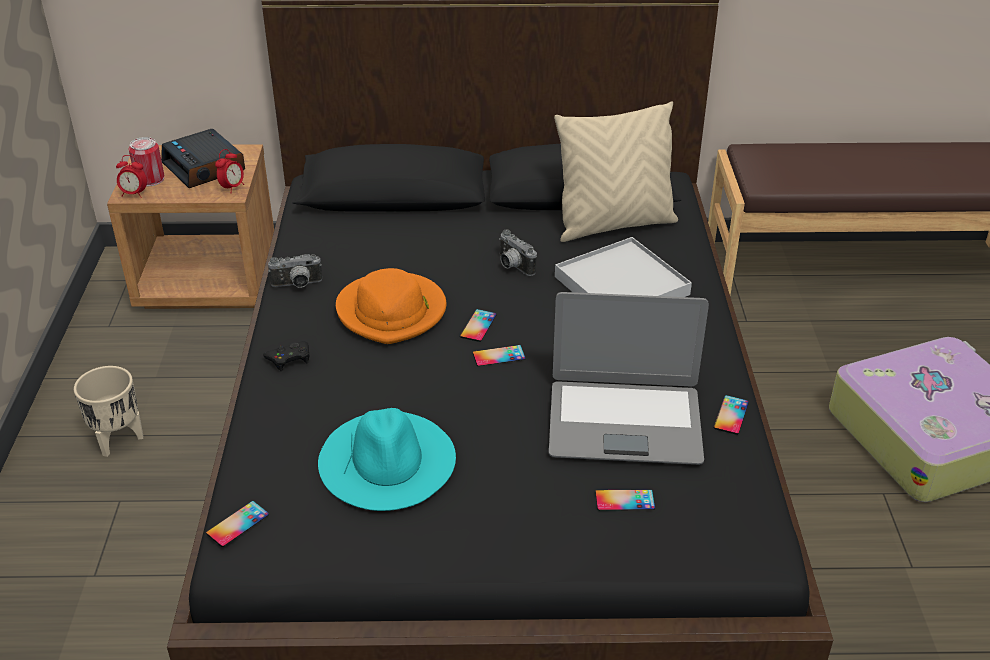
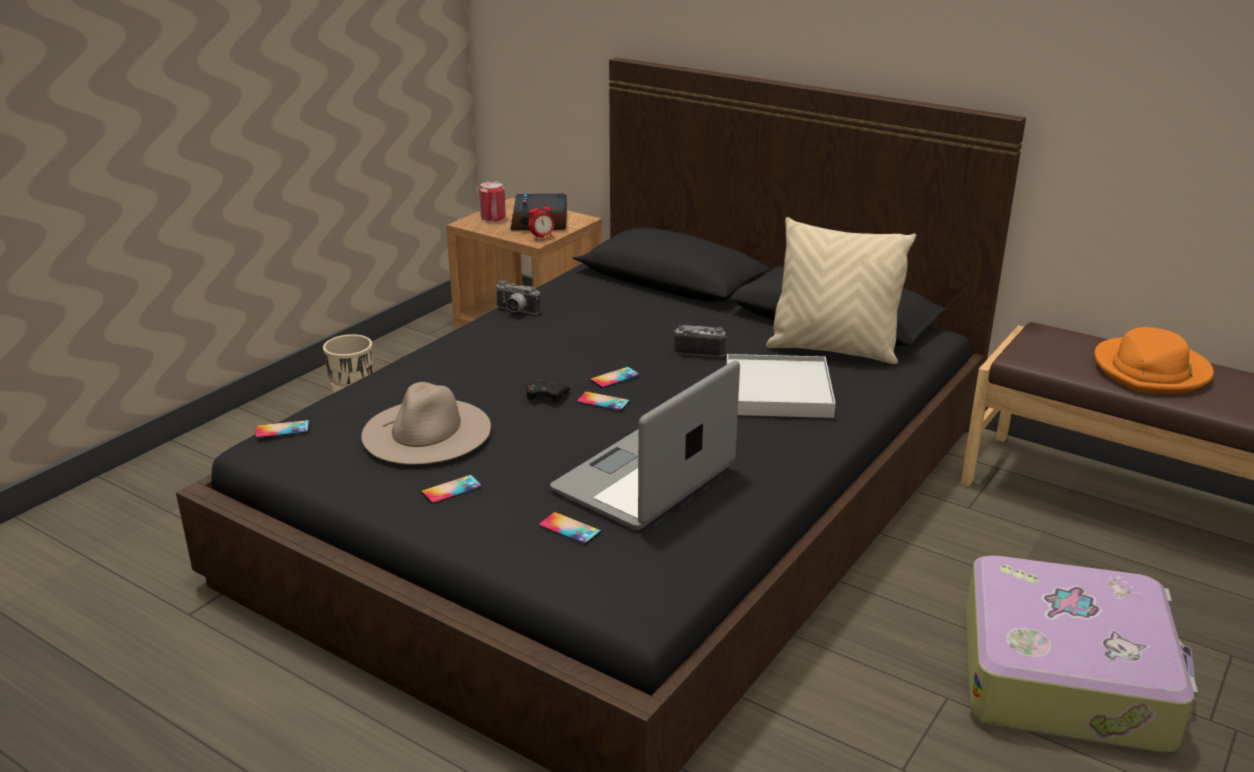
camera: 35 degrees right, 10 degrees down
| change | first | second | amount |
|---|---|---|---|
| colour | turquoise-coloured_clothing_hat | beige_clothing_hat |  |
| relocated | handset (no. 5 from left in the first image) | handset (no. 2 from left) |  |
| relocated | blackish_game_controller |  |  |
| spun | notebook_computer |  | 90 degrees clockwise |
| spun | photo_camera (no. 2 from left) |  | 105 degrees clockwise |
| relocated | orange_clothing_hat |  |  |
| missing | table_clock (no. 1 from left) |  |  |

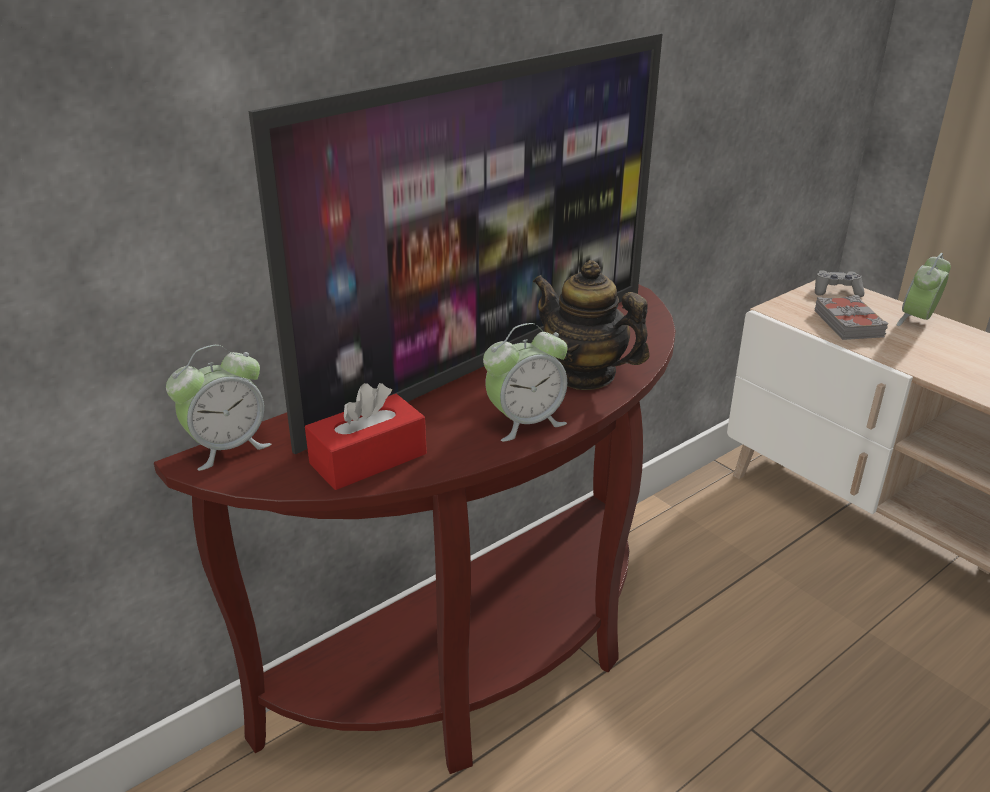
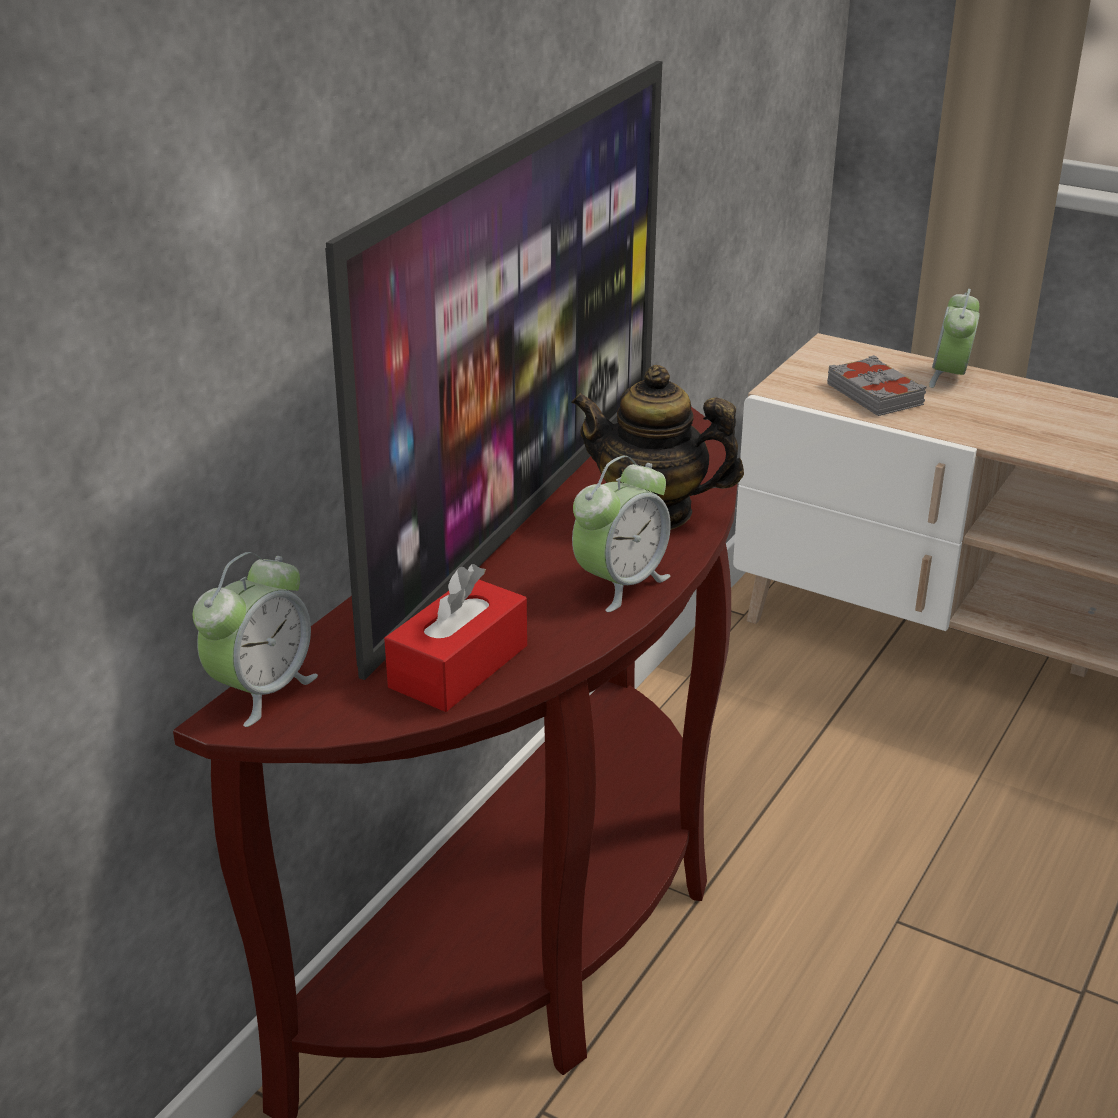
camera: 20 degrees left, 0 degrees up
| change | first | second | amount |
|---|---|---|---|
| missing | grey_game_controller |  |  |

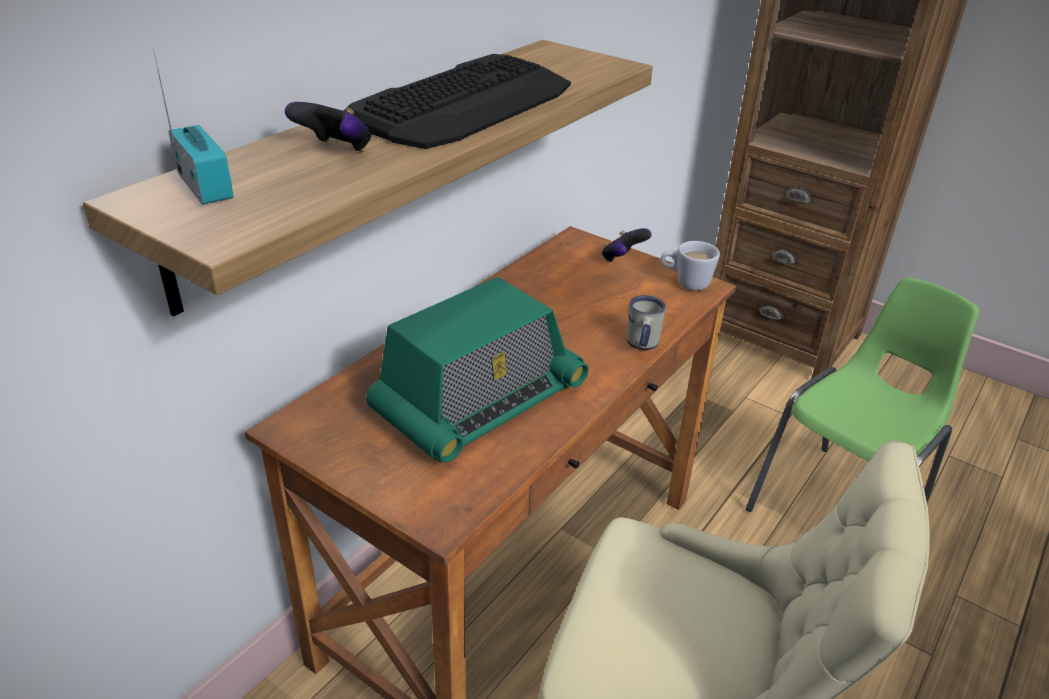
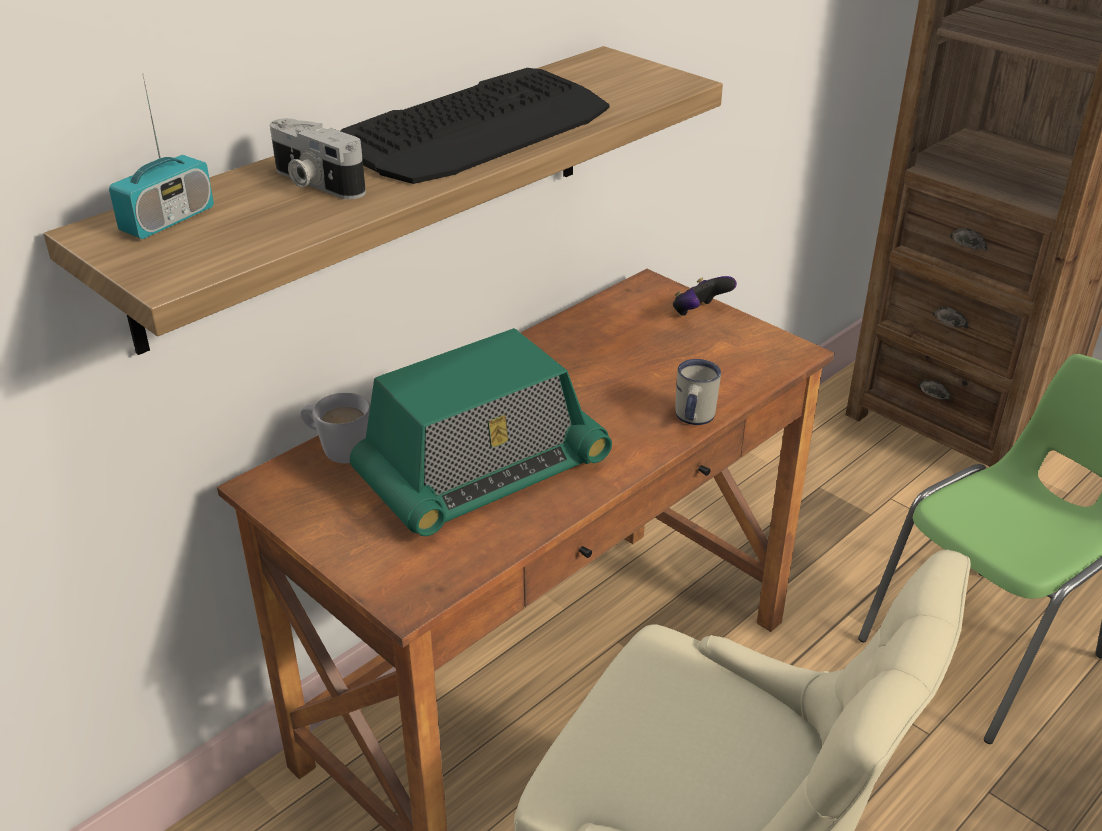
camera: 10 degrees right, 0 degrees up
| change | first | second | amount |
|---|---|---|---|
| spun | radio_receiver (no. 1 from left) |  | 60 degrees clockwise |
| exchanged | game_controller (no. 1 from left) | photo_camera |  |
| relocated | whitish_tea_mug (no. 2 from left in the first image) | whitish_tea_mug (no. 1 from left) |  |

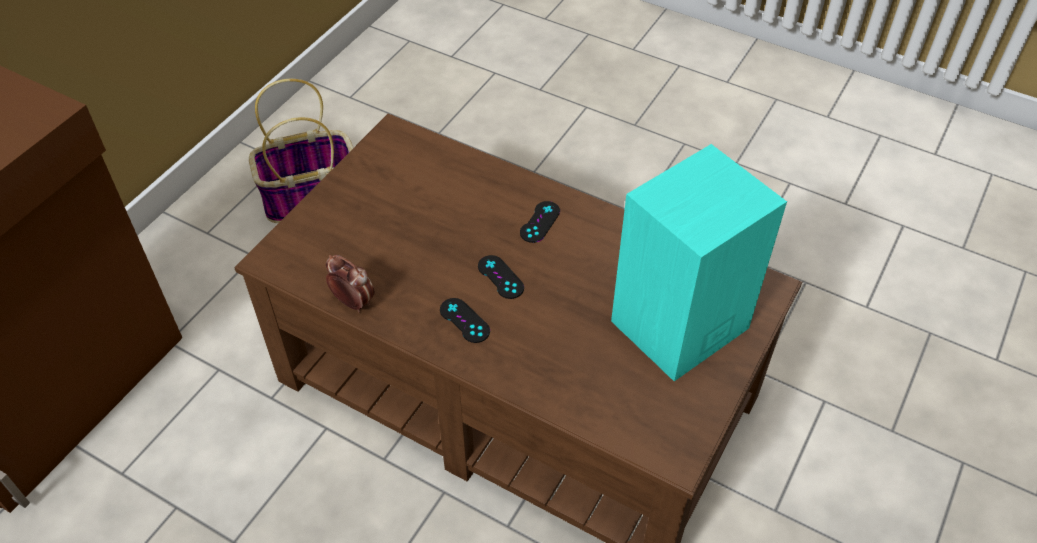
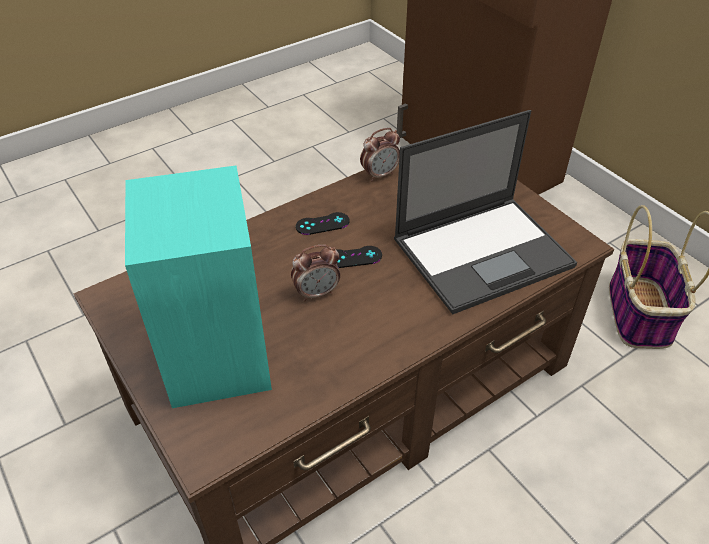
camera: 115 degrees right, 5 degrees down
| change | first | second | amount |
|---|---|---|---|
| appeared |  | table_clock (no. 1 from left) |  |
| appeared |  | notebook_computer |  |
| missing | blackish_game_controller (no. 3 from left) |  |  |

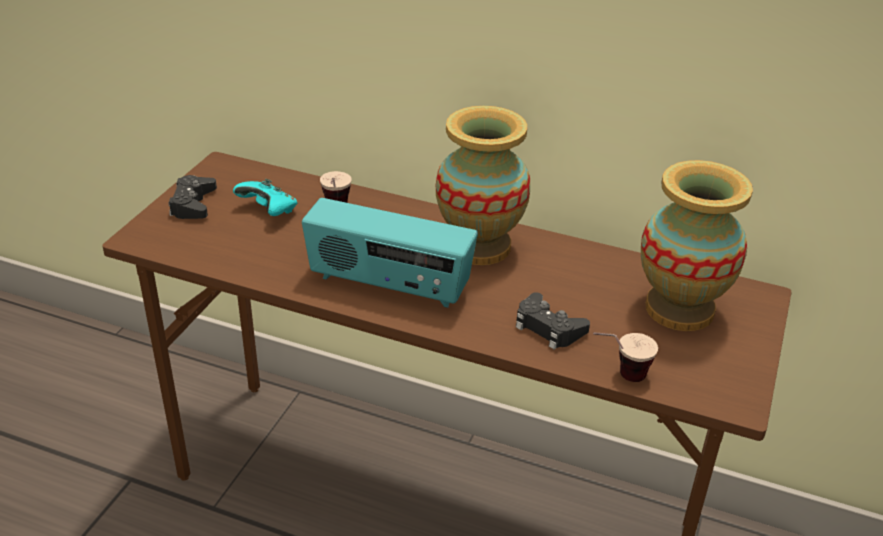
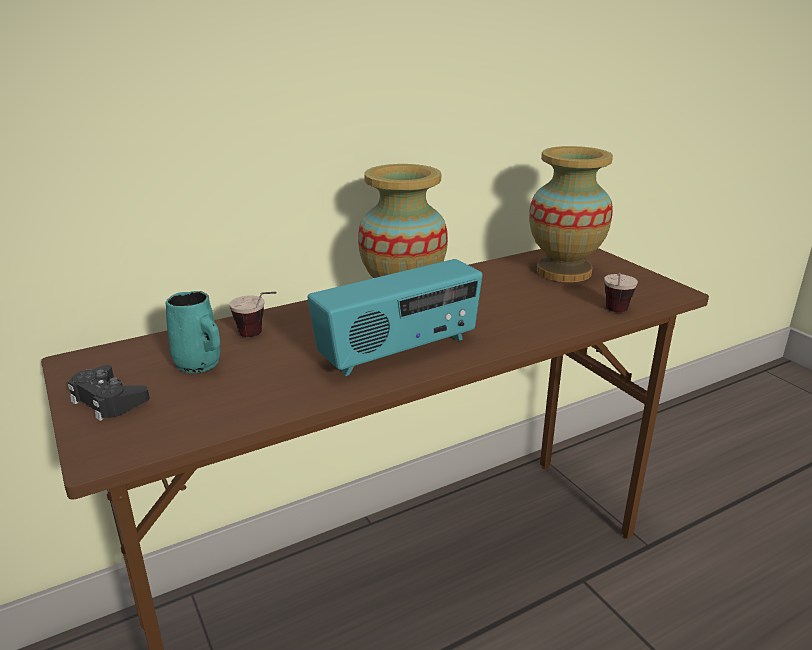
camera: 50 degrees left, 10 degrees down
| change | first | second | amount |
|---|---|---|---|
| exchanged | turquoise-coloured_game_controller | turquoise-coloured_tea_mug |  |
| missing | blackish_game_controller (no. 2 from left) |  |  |

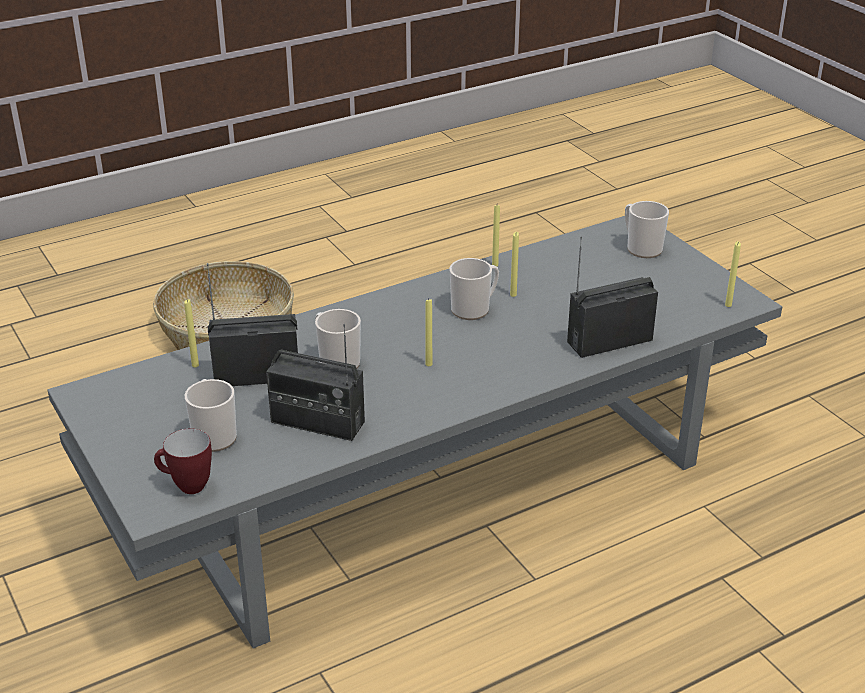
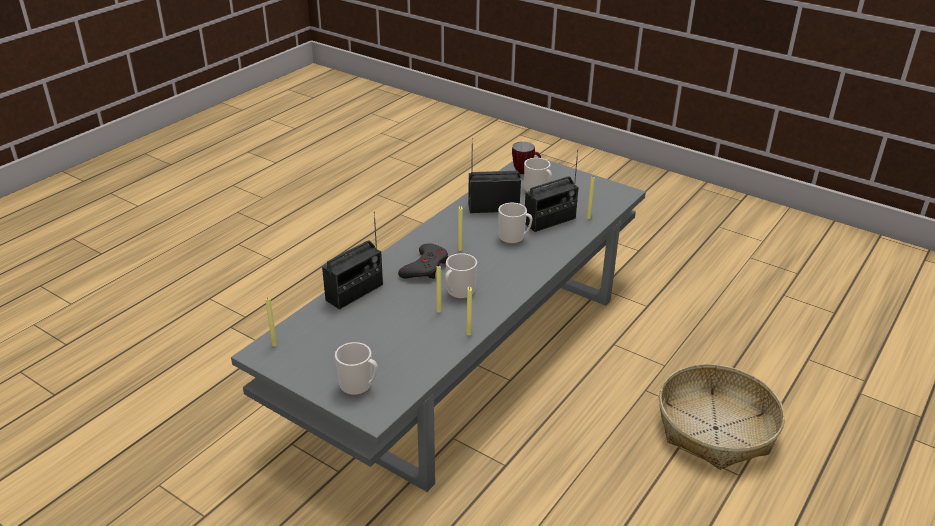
camera: 155 degrees right, 0 degrees up
| change | first | second | amount |
|---|---|---|---|
| appeared |  | grey_game_controller |  |

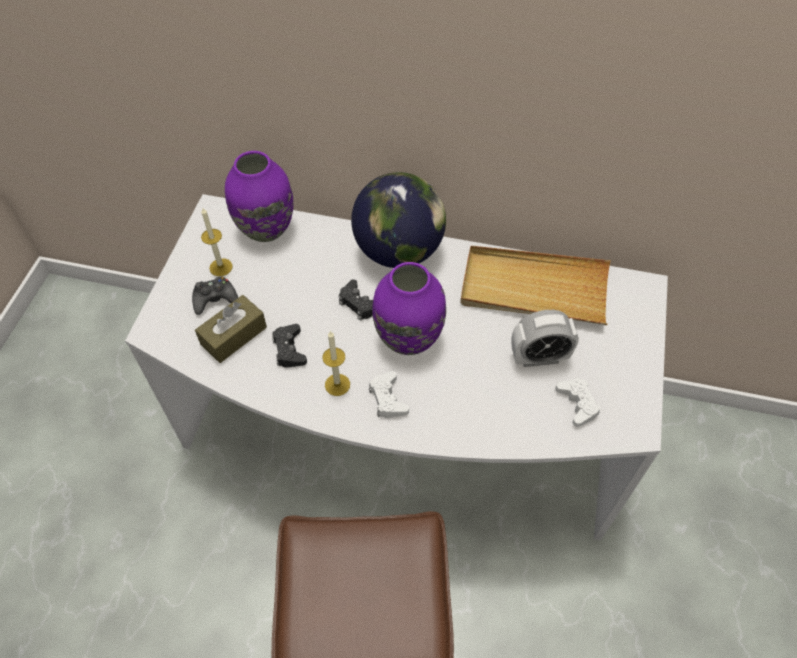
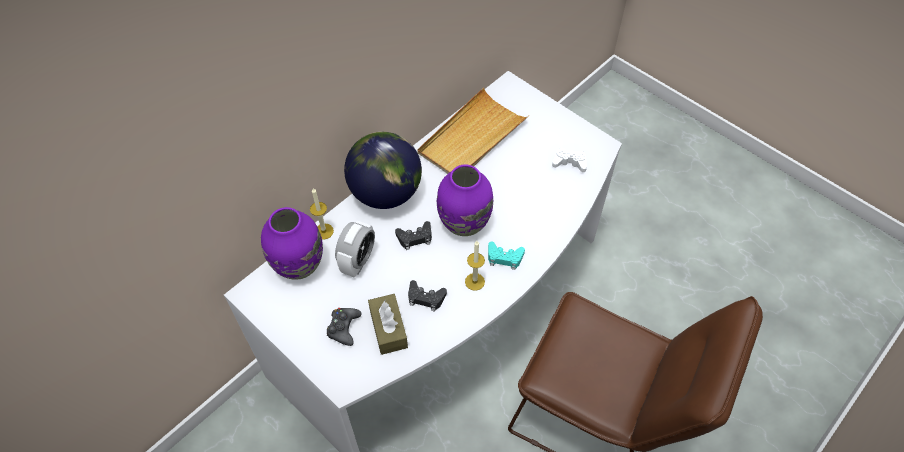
camera: 60 degrees left, 0 degrees up
| change | first | second | amount |
|---|---|---|---|
| relocated | wax_light (no. 1 from left) |  |  |
| relocated | table_clock |  |  |
| colour | whitish_game_controller (no. 1 from left) | turquoise-coloured_game_controller |  |

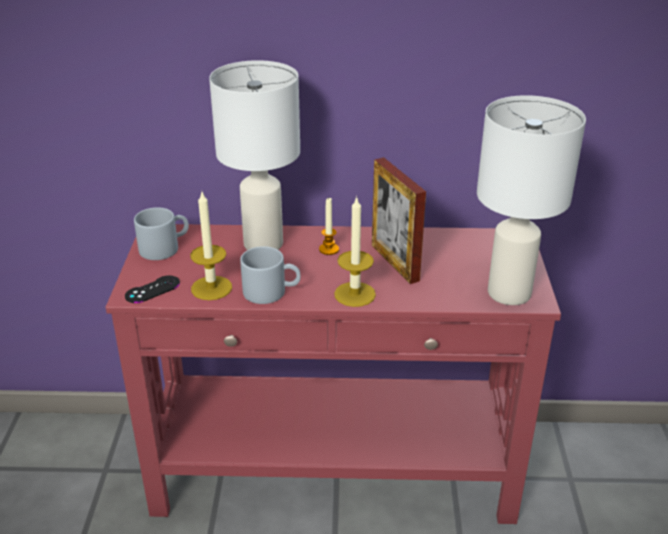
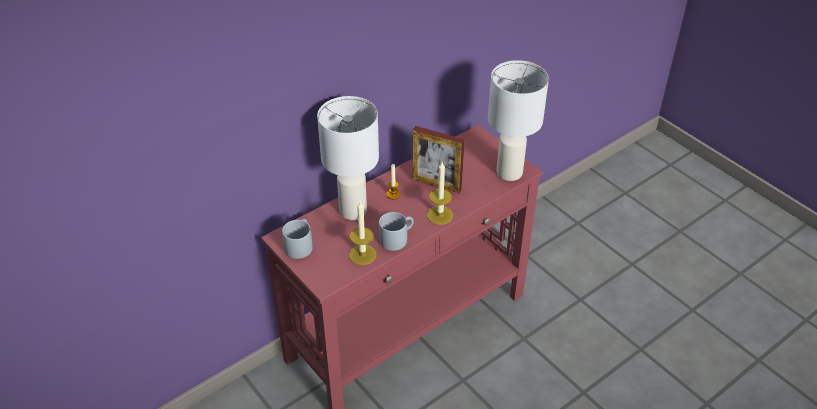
camera: 40 degrees left, 10 degrees up
| change | first | second | amount |
|---|---|---|---|
| missing | blackish_game_controller |  |  |

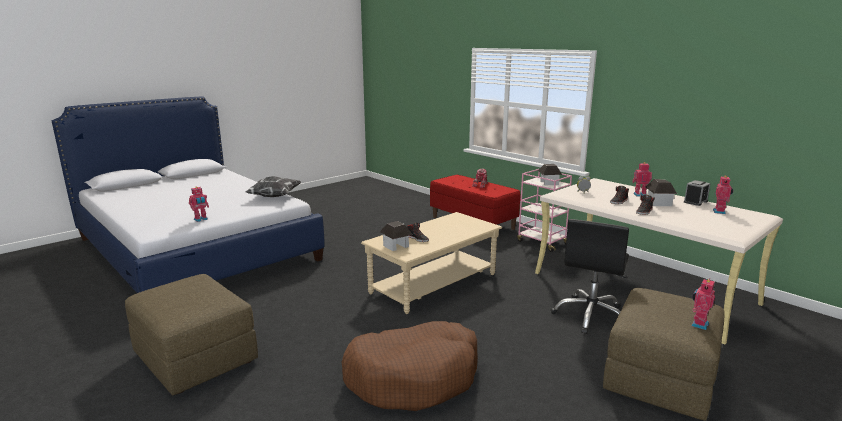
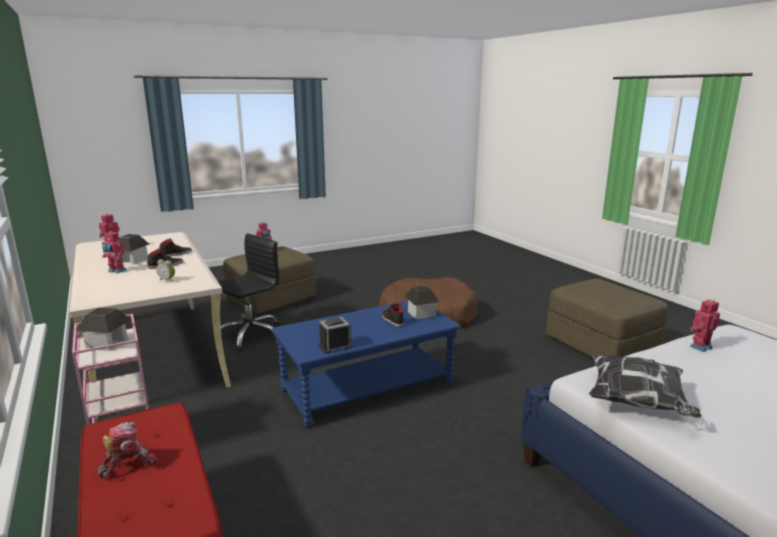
camera: 165 degrees left, 0 degrees up
| change | first | second | amount |
|---|---|---|---|
| colour | beige_lounge_table | bluish_lounge_table |  |
| relocated | table_clock (no. 2 from left) |  |  |

